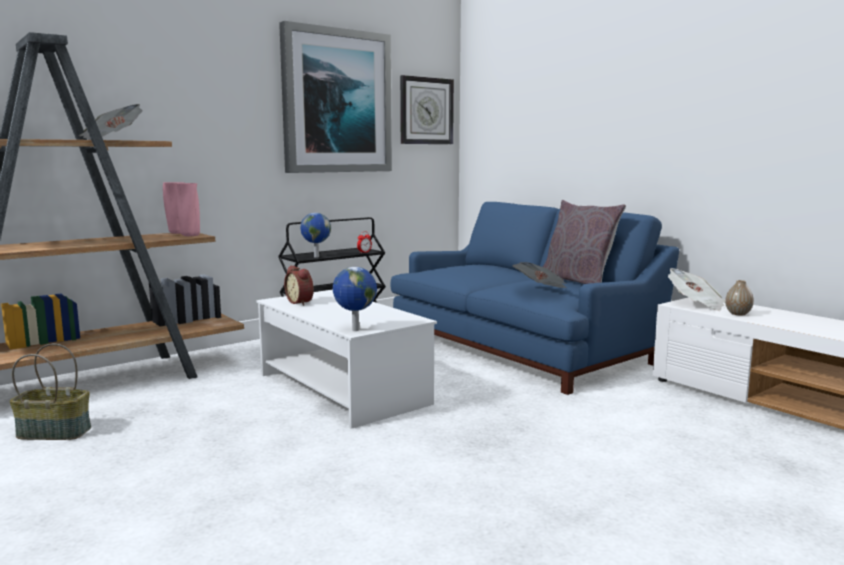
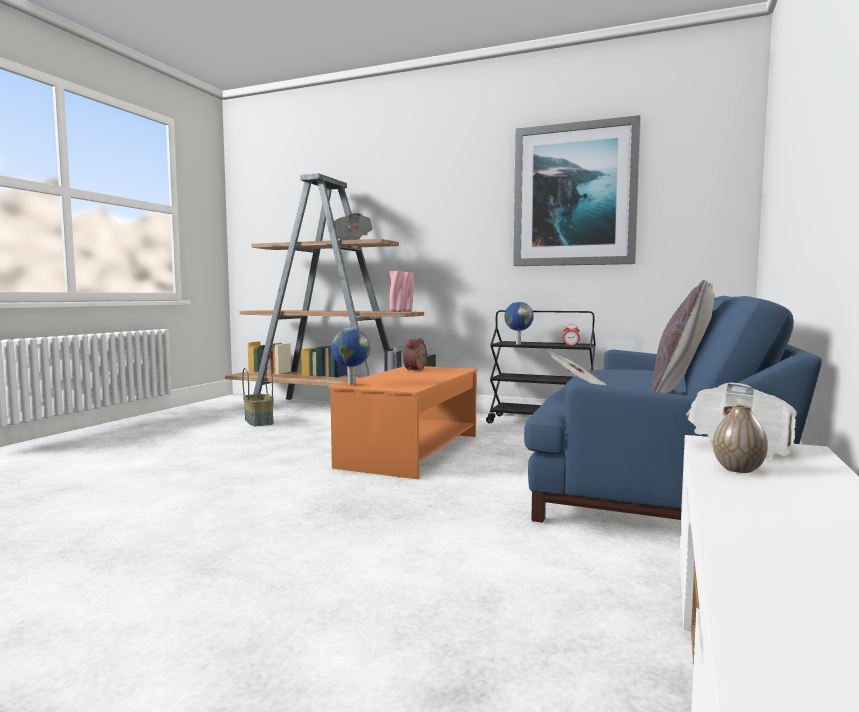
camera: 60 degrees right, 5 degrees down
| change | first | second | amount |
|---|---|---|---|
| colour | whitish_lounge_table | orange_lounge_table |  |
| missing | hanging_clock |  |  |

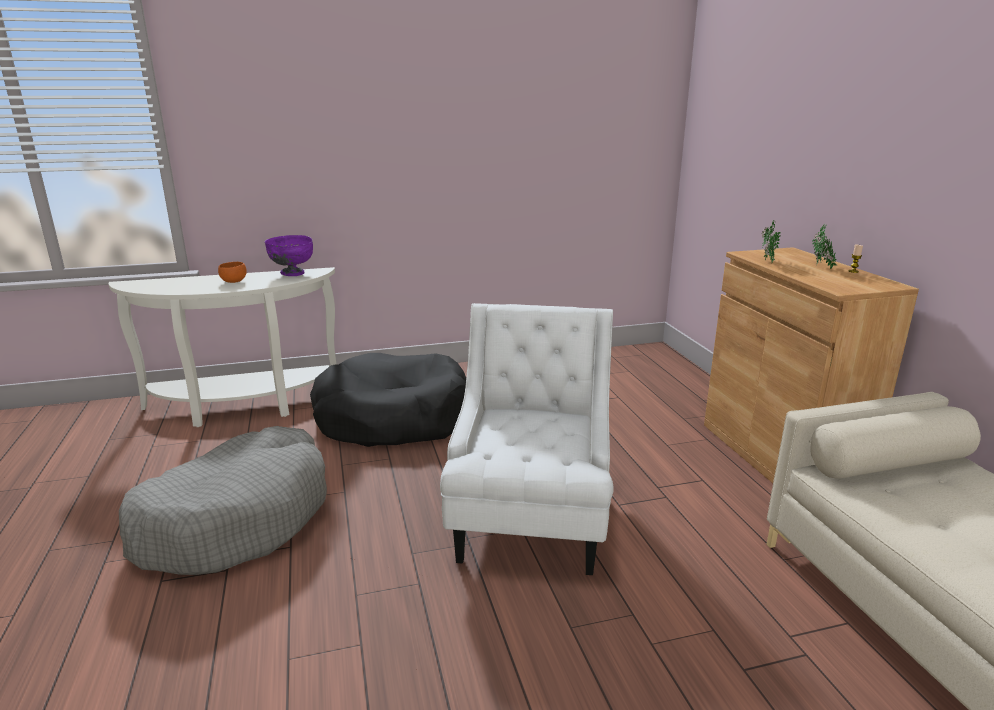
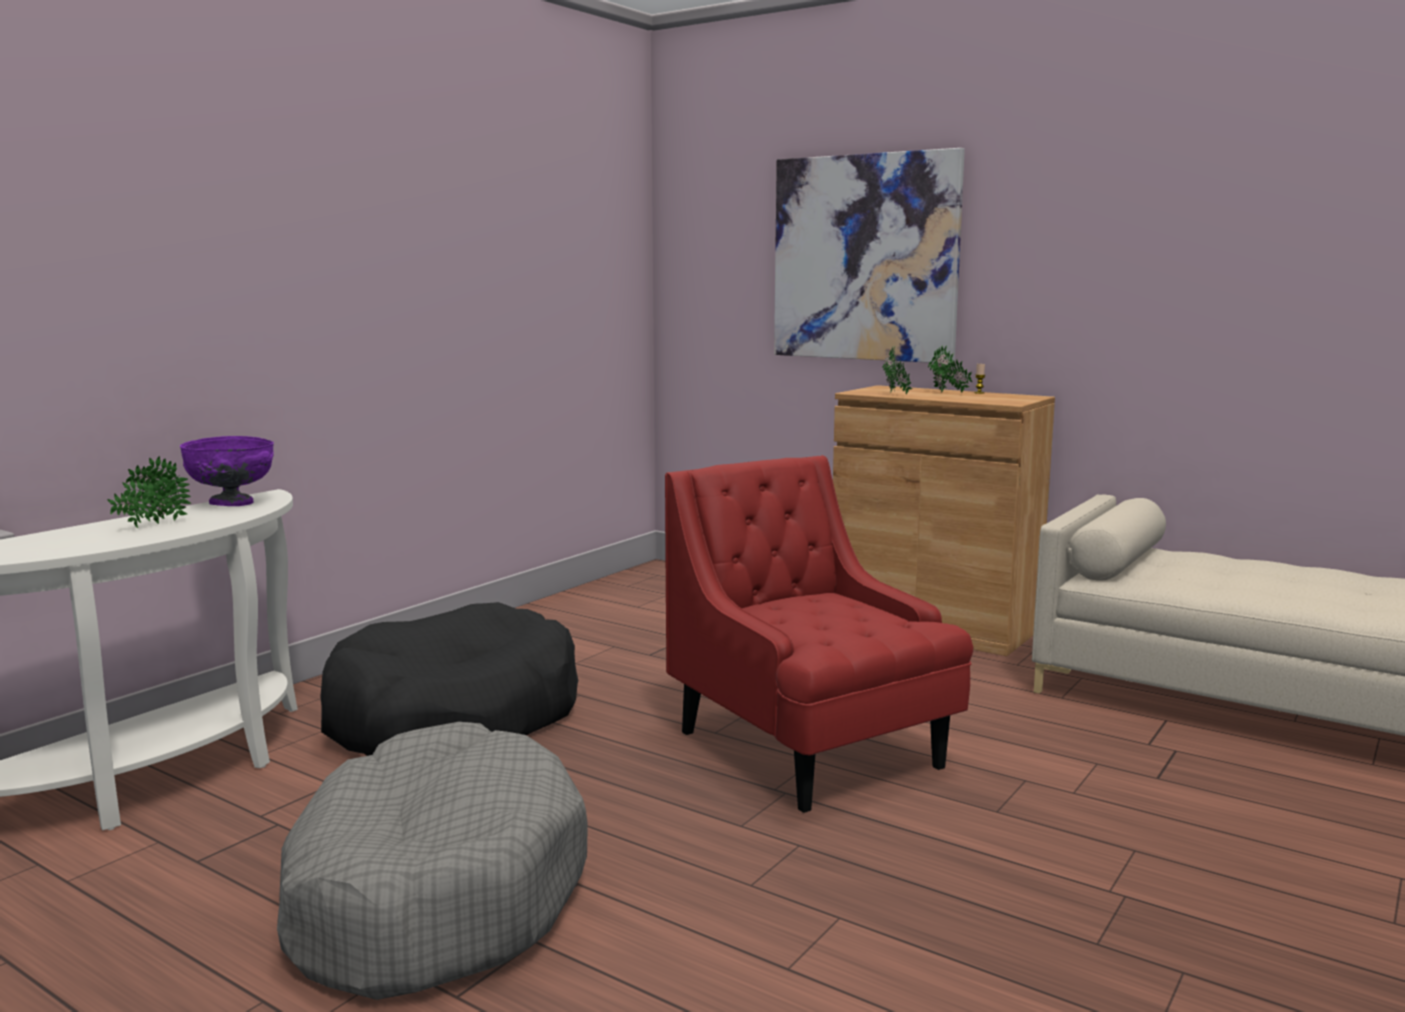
camera: 40 degrees left, 10 degrees down
| change | first | second | amount |
|---|---|---|---|
| exchanged | orange_serving_bowl | houseplant (no. 1 from left) |  |
| colour | whitish_lounge_chair | red-coloured_lounge_chair |  |
| appeared |  | picture |  |

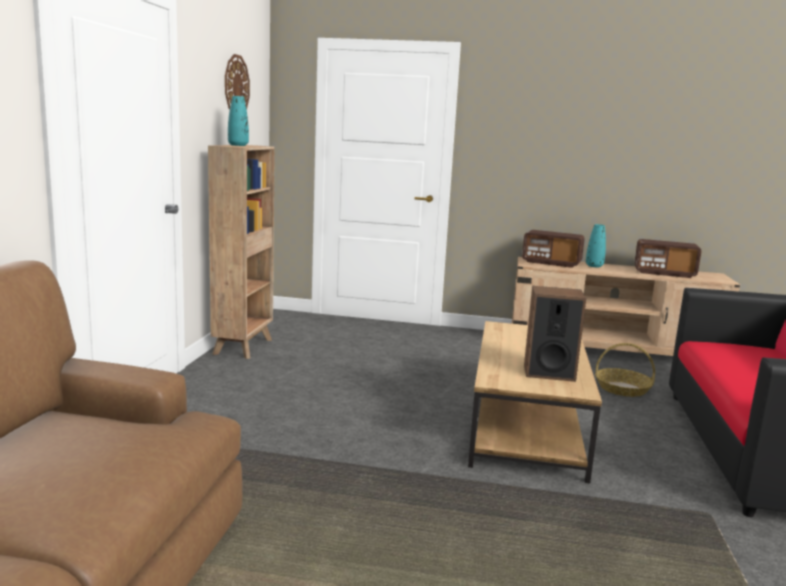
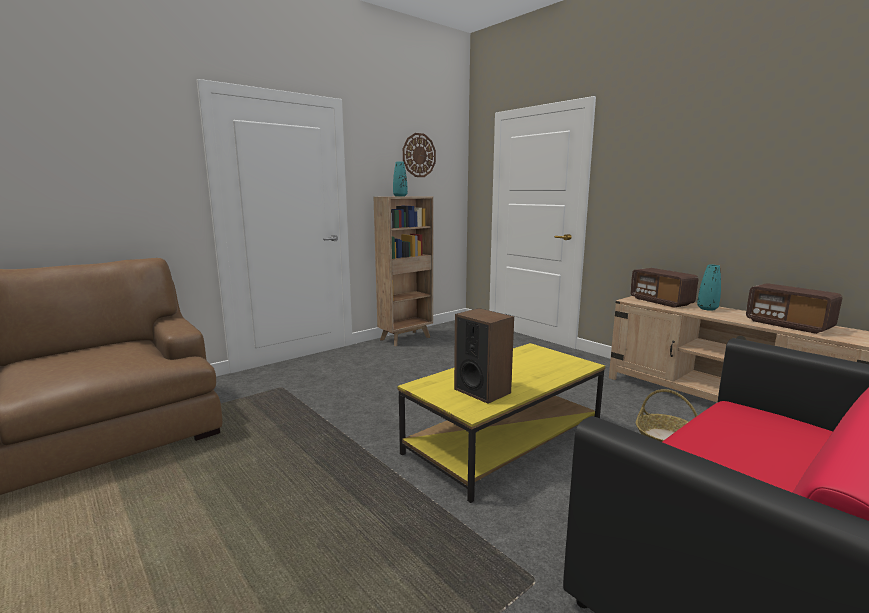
camera: 40 degrees right, 0 degrees up
| change | first | second | amount |
|---|---|---|---|
| colour | brownish_lounge_table | yellow-coloured_lounge_table |  |

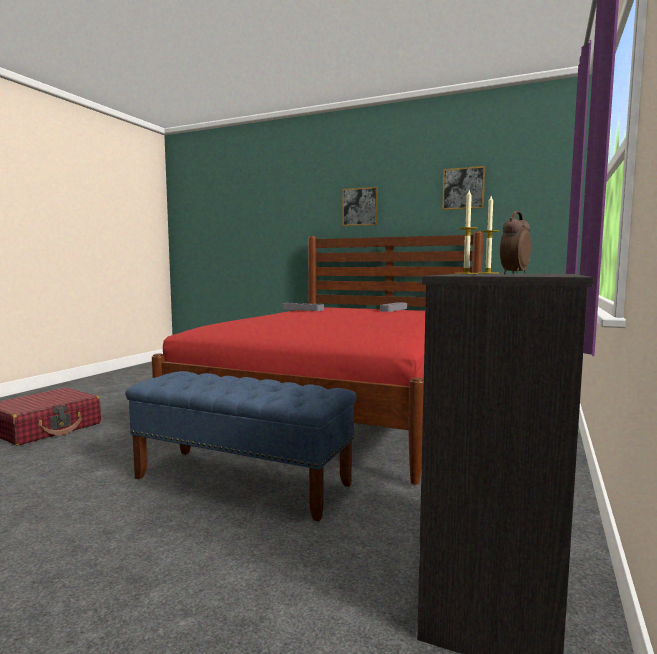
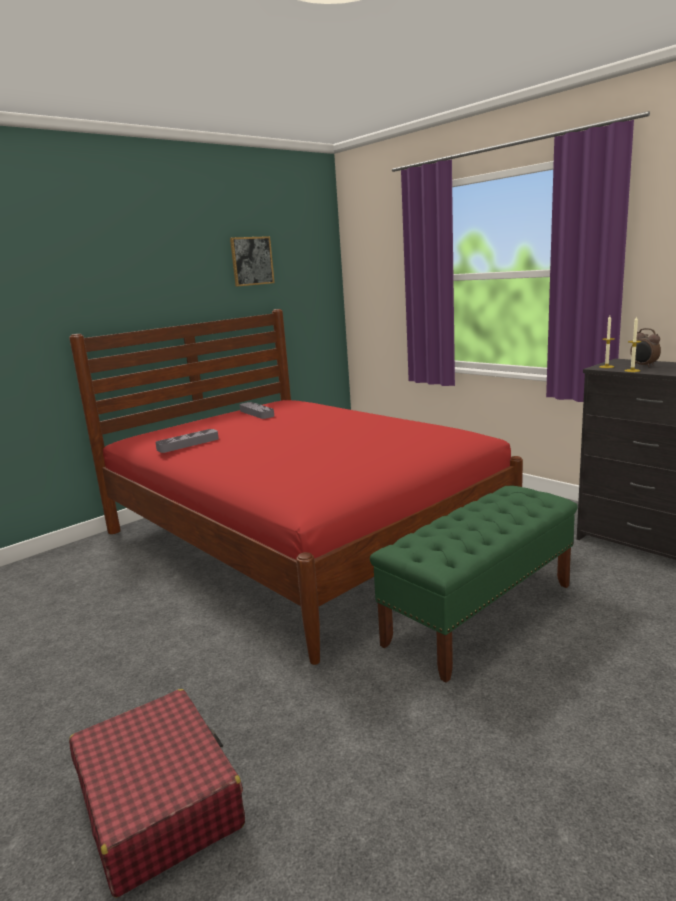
camera: 65 degrees left, 10 degrees up
| change | first | second | amount |
|---|---|---|---|
| colour | bluish_long_seat | greenish_long_seat |  |
| missing | picture (no. 1 from left) |  |  |

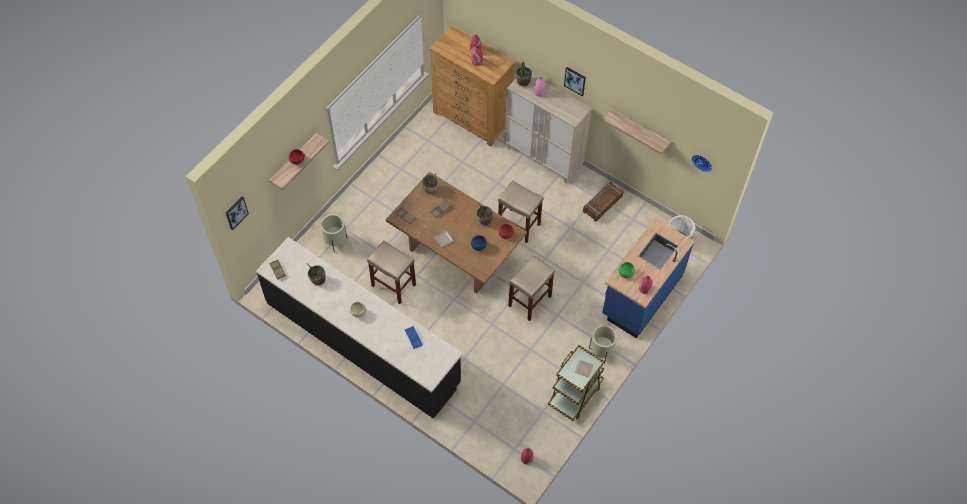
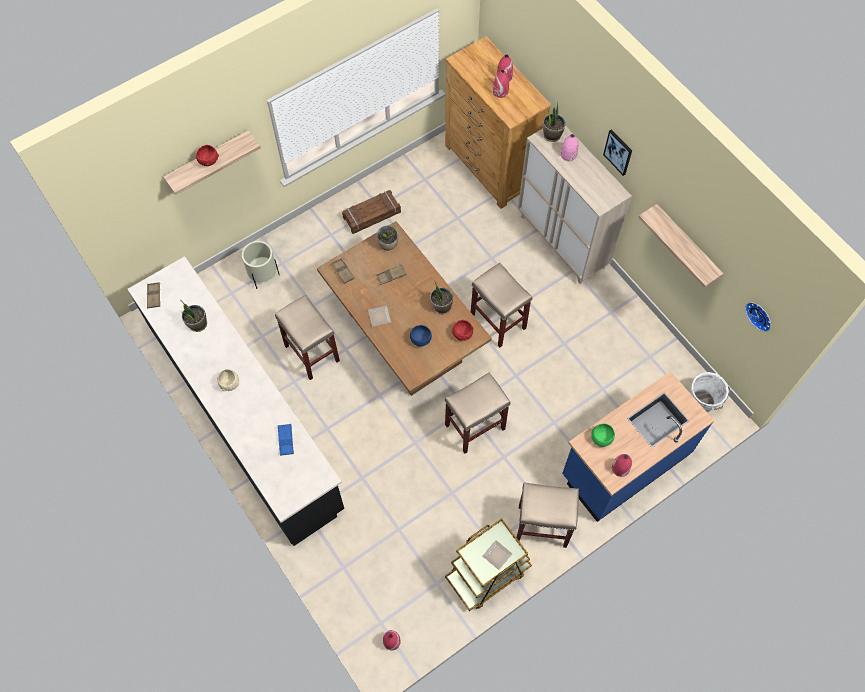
camera: 20 degrees right, 5 degrees up
| change | first | second | amount |
|---|---|---|---|
| relocated | crate |  |  |
| exchanged | beige_flower_pot (no. 2 from left) | beige_sitting_stool (no. 4 from left) |  |
| missing | picture (no. 1 from left) |  |  |

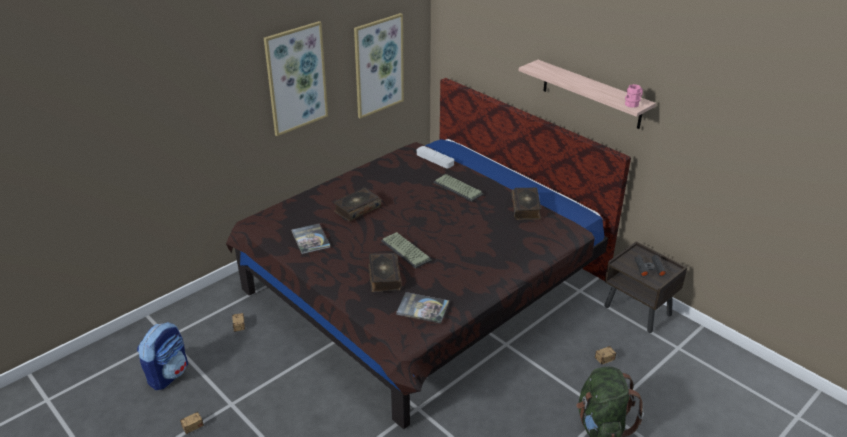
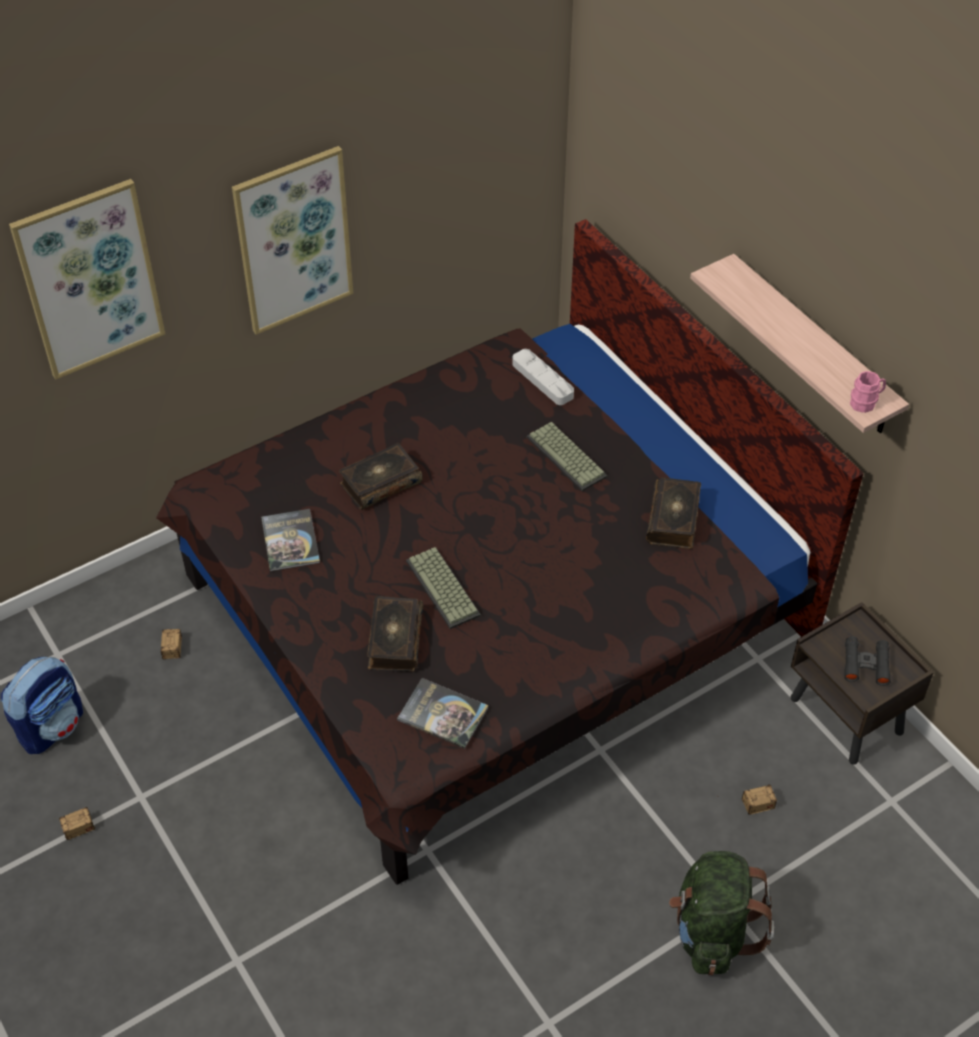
camera: 10 degrees right, 15 degrees up
| change | first | second | amount |
|---|---|---|---|
| relocated | picture (no. 2 from left in the first image) | picture (no. 1 from left) |  |

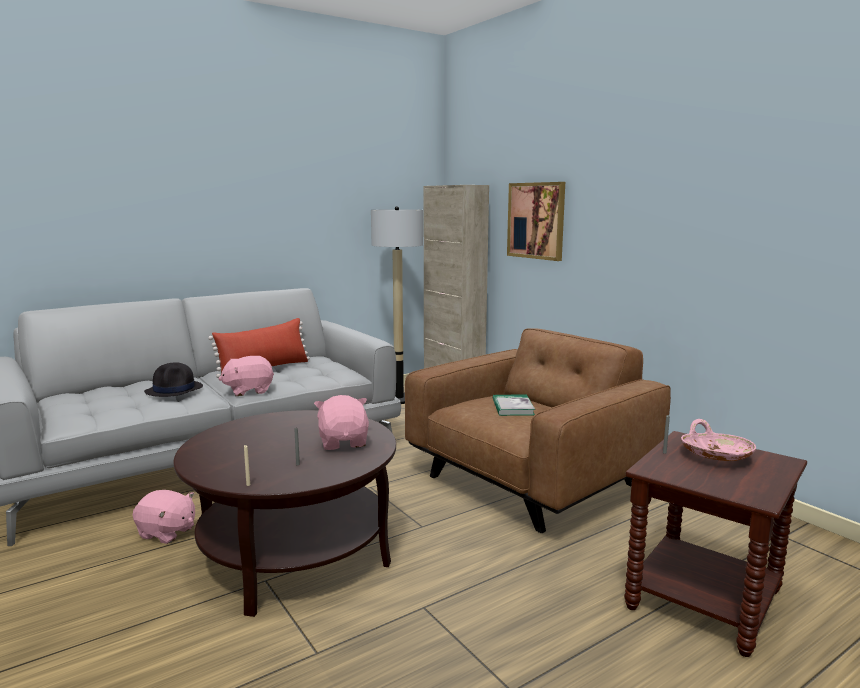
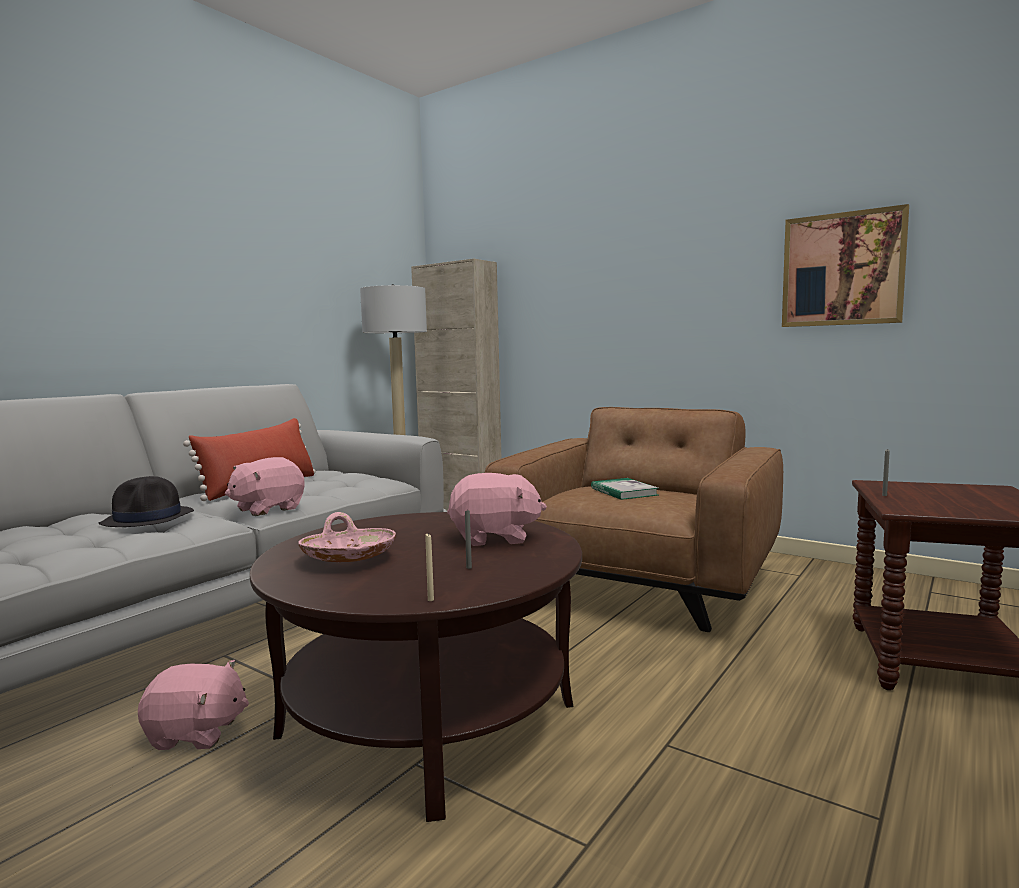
camera: 20 degrees left, 5 degrees down
| change | first | second | amount |
|---|---|---|---|
| relocated | pink_serving_bowl |  |  |
| spun | pink_plush_toy (no. 3 from left) |  | 120 degrees clockwise |
| relocated | picture |  |  |

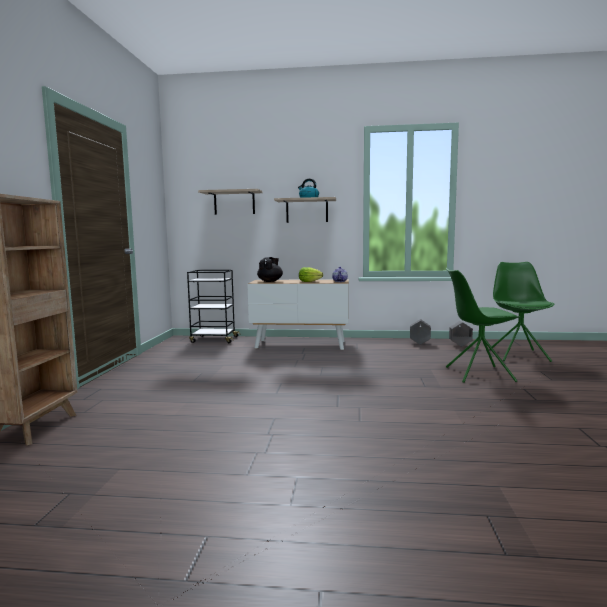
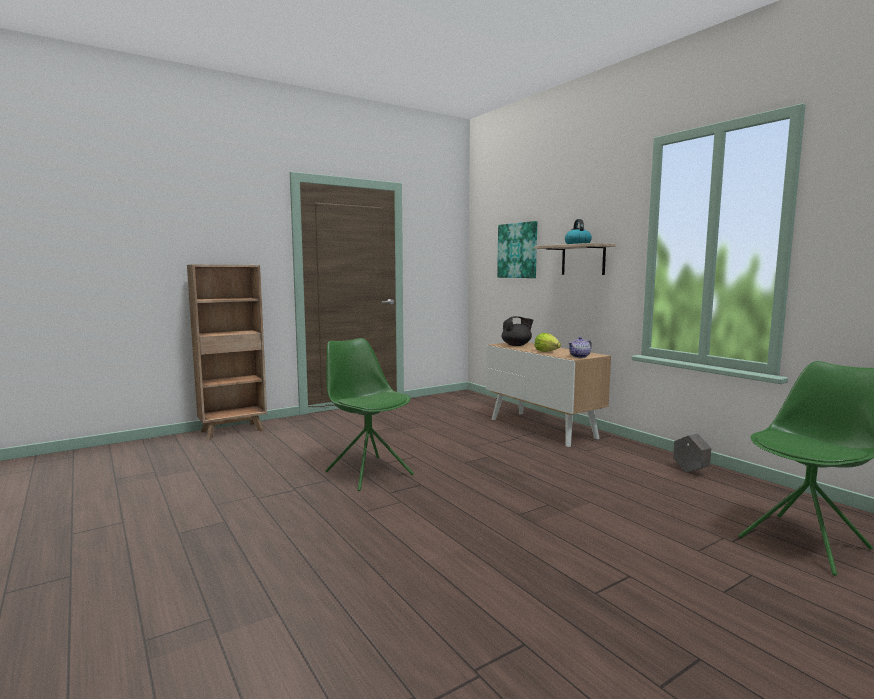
camera: 50 degrees right, 0 degrees up
| change | first | second | amount |
|---|---|---|---|
| relocated | greenish_plain_chair (no. 1 from left) |  |  |
| exchanged | wall_shelf (no. 1 from left) | picture |  |
| missing | blackish_wheeled_cart |  |  |
| missing | grey_flower_pot (no. 2 from left) |  |  |

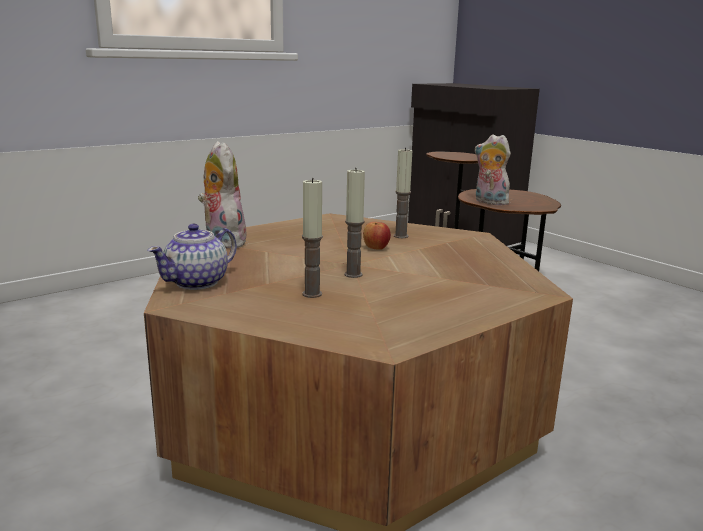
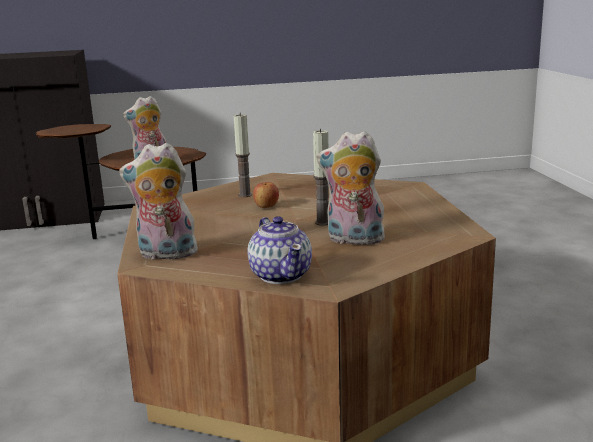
camera: 60 degrees left, 0 degrees up
| change | first | second | amount |
|---|---|---|---|
| exchanged | wax_light (no. 1 from left) | plush_toy (no. 3 from left) |  |

